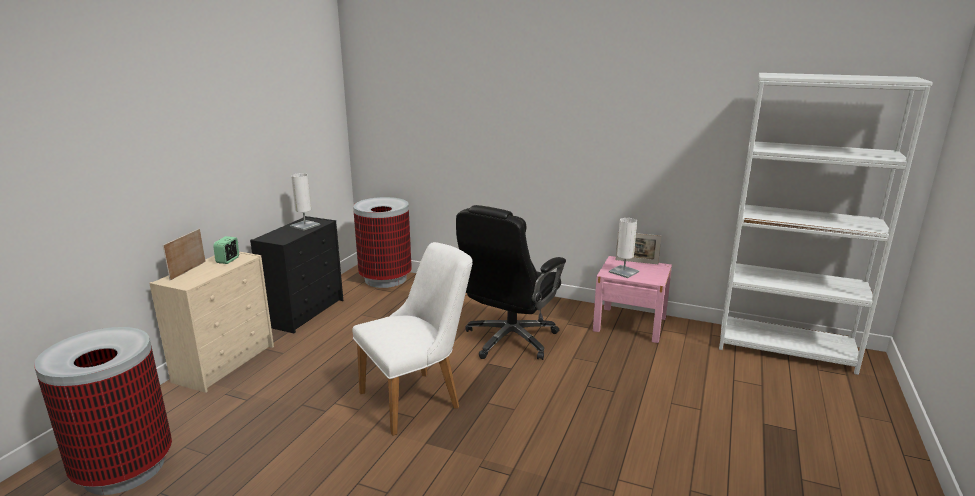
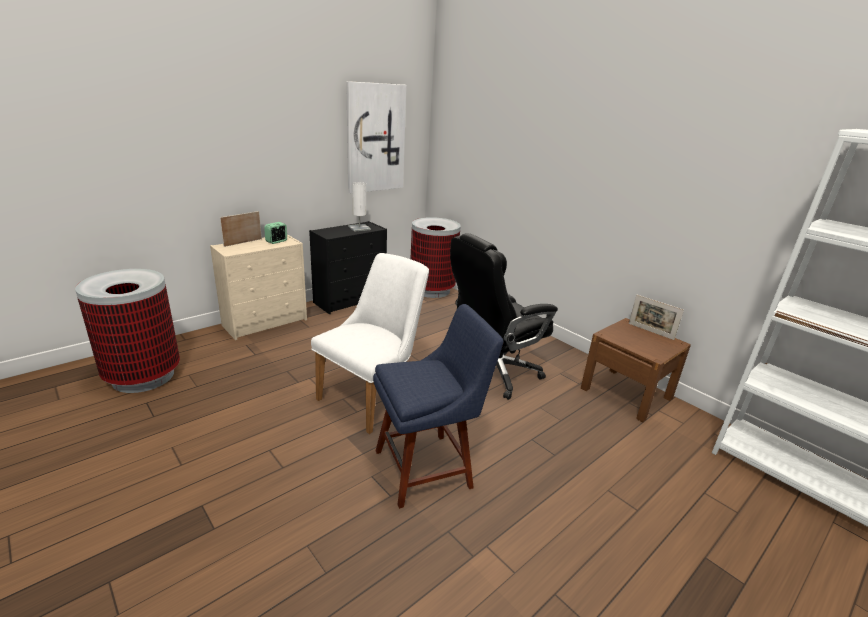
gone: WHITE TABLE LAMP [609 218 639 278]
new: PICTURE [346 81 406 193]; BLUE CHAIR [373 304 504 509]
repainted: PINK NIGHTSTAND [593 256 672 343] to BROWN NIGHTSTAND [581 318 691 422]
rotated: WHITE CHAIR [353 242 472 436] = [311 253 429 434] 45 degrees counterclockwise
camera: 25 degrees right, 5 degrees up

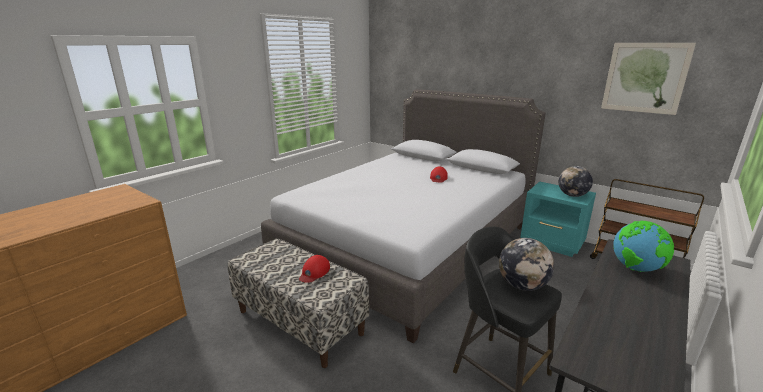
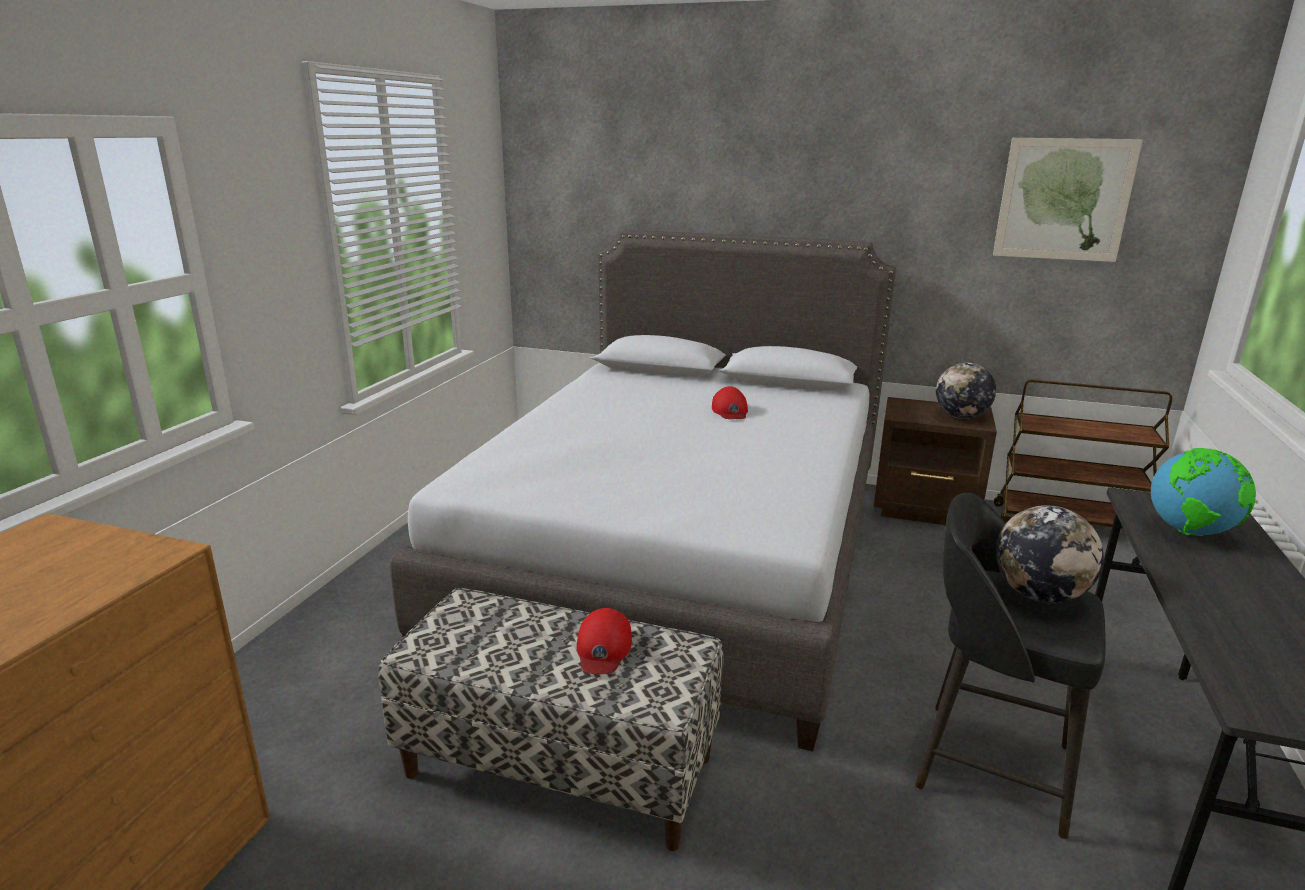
repainted: TURQUOISE NIGHTSTAND [520 181 596 257] to BROWN NIGHTSTAND [874 397 997 525]
camera: 20 degrees left, 0 degrees up

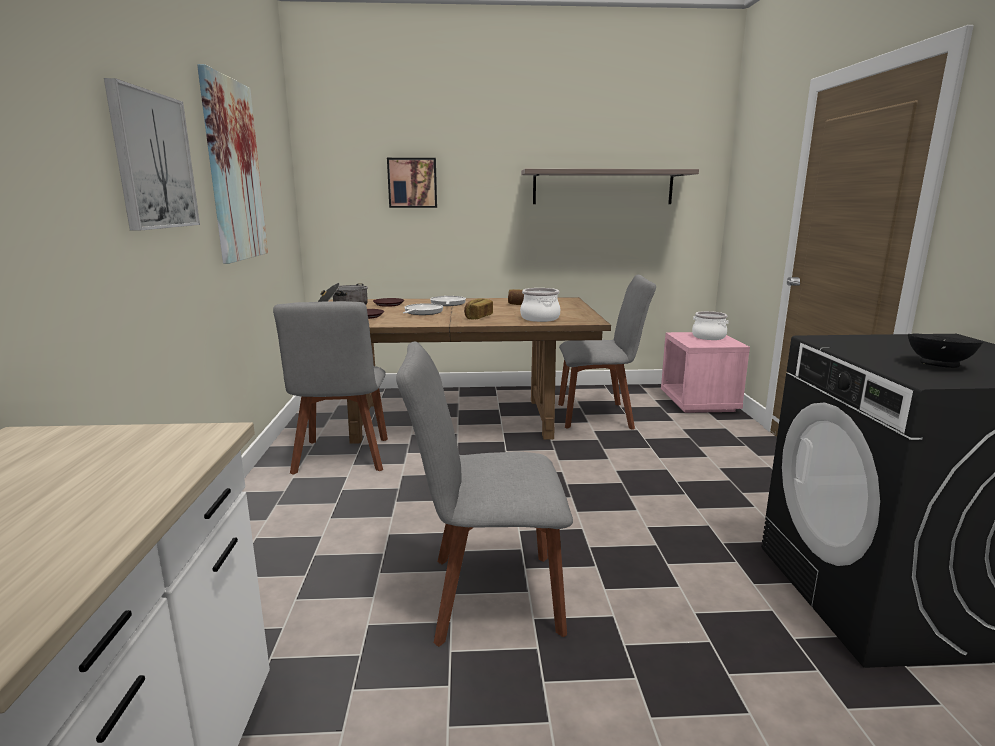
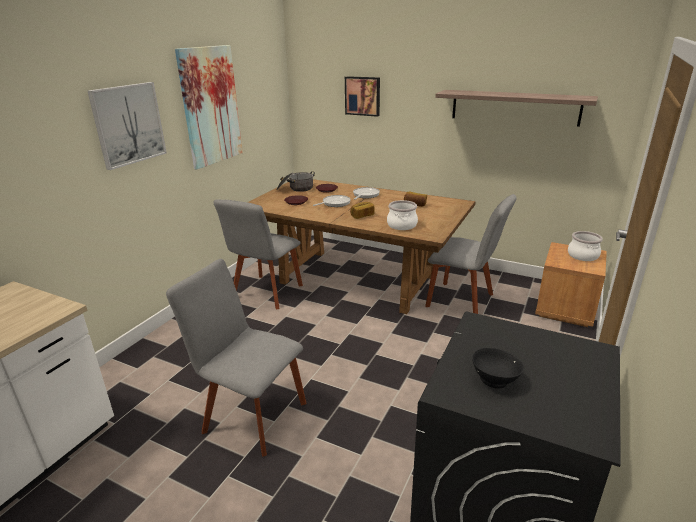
repainted: PINK NIGHTSTAND [661 332 750 413] to BROWN NIGHTSTAND [535 242 607 327]
camera: 30 degrees right, 10 degrees up

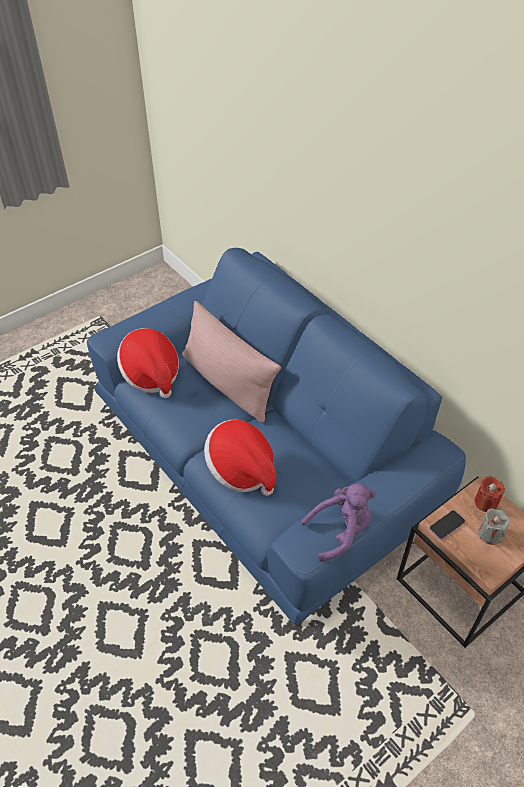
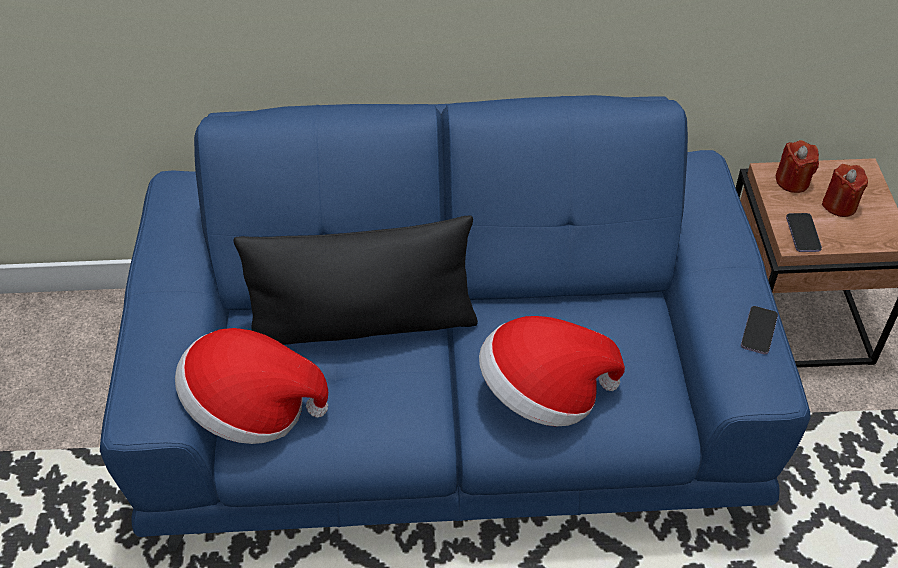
swapped: PURPLE PLUSH TOY [301 483 376 562] to PHONE [741 306 778 354]
repainted: PINK PILLOW [182 301 281 423] to BLACK PILLOW [233 215 478 345]; GREY CANDLE [478 508 510 545] to RED CANDLE [822 164 868 217]
camera: 55 degrees left, 0 degrees up

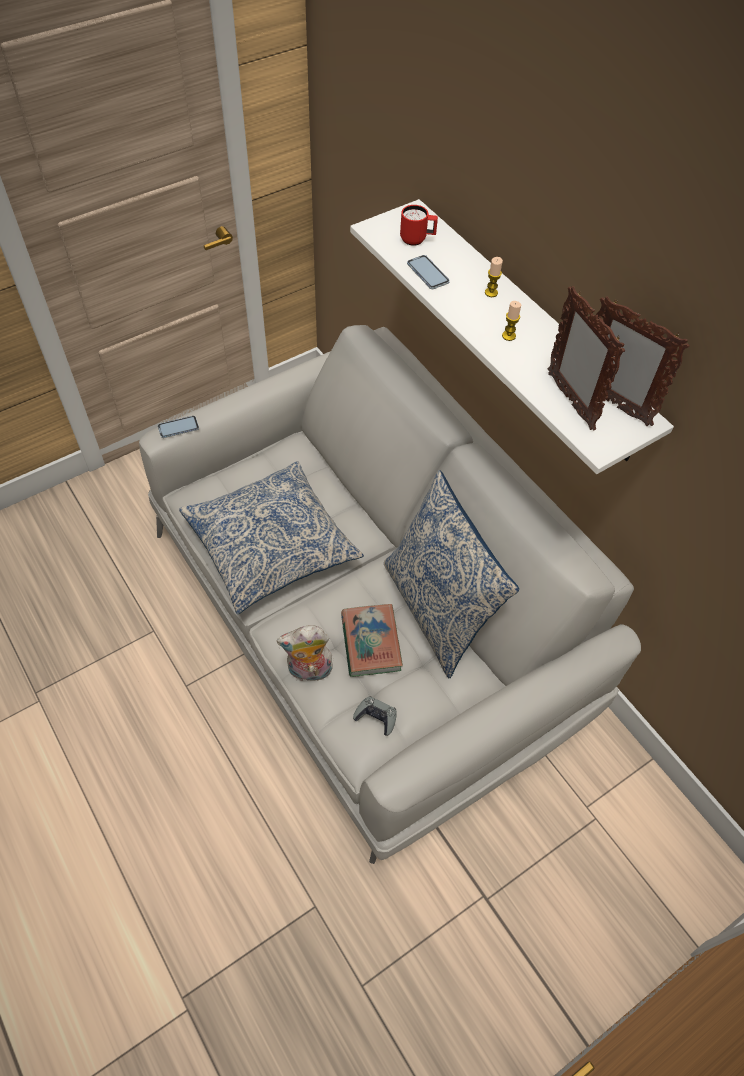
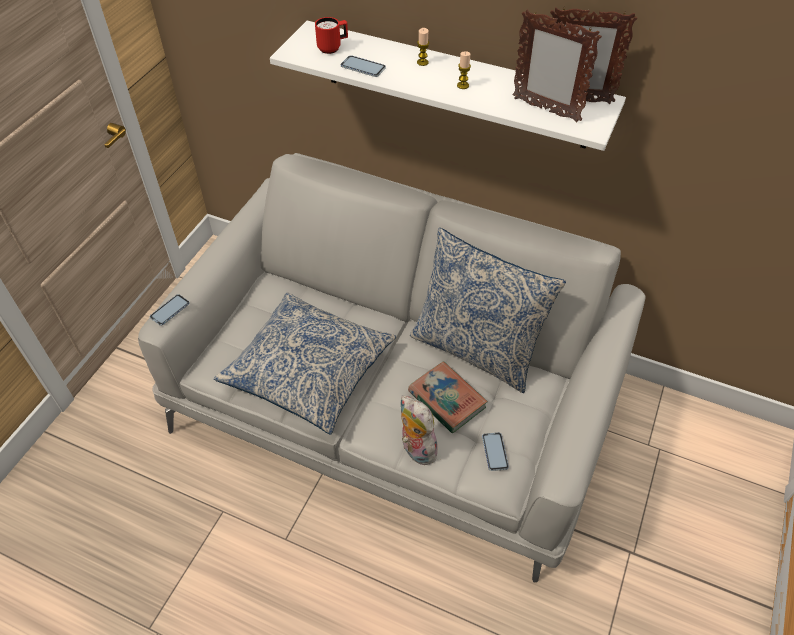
swapped: GREY GAME CONTROLLER [353 696 397 736] to PHONE [482 432 509 471]
rotated: PLUSH TOY [276 625 335 681] = [401 395 438 465] 90 degrees clockwise
camera: 30 degrees left, 5 degrees down

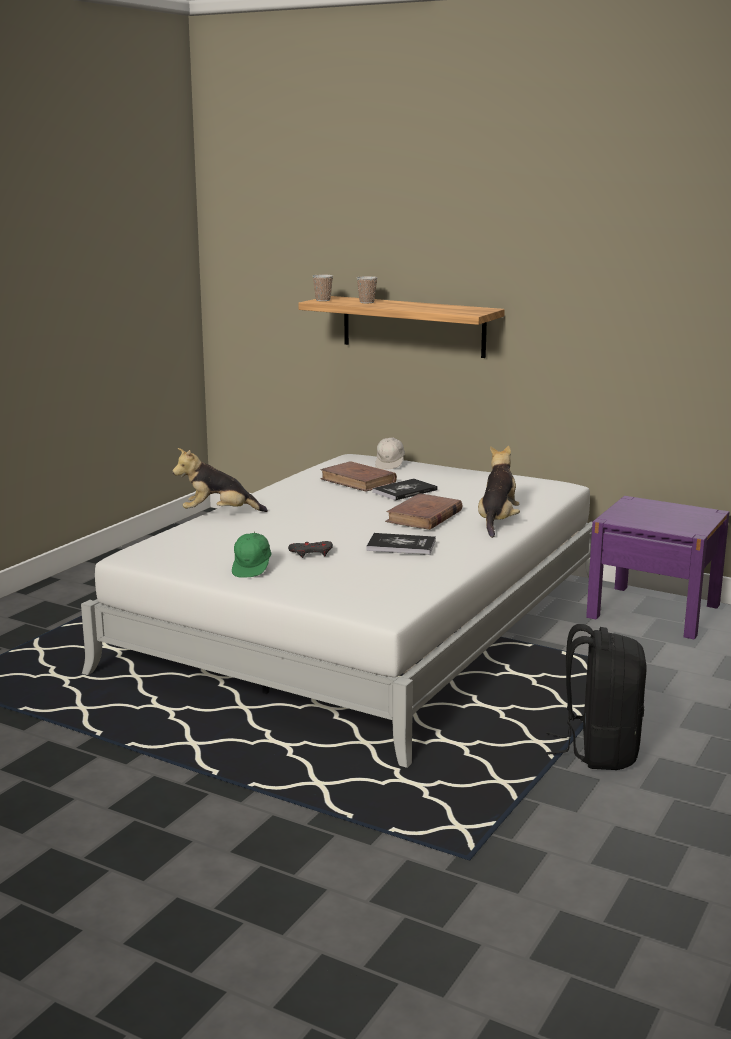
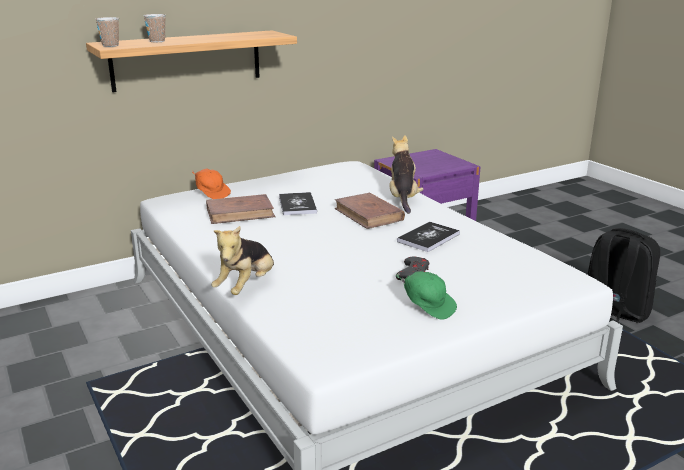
repainted: WHITE CAP [375 438 405 470] to ORANGE CAP [192 168 231 199]
rotated: PLUSH TOY [478 446 520 538] = [389 135 423 214] 45 degrees clockwise
camera: 60 degrees left, 5 degrees up

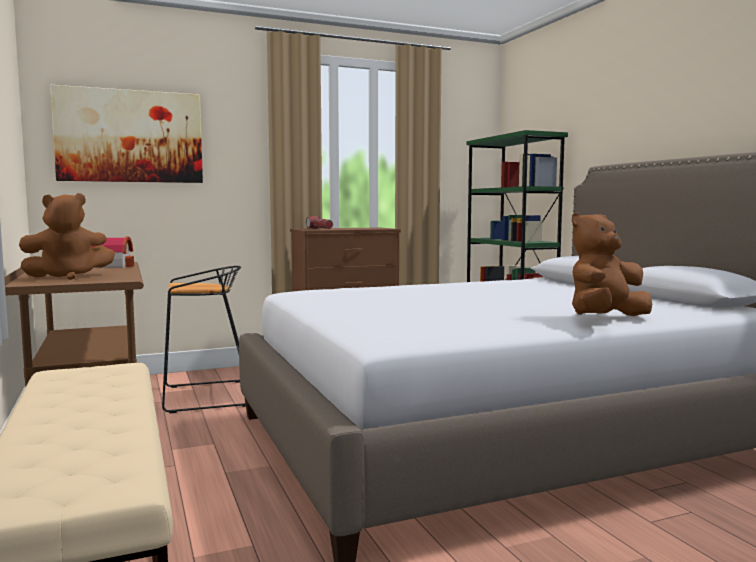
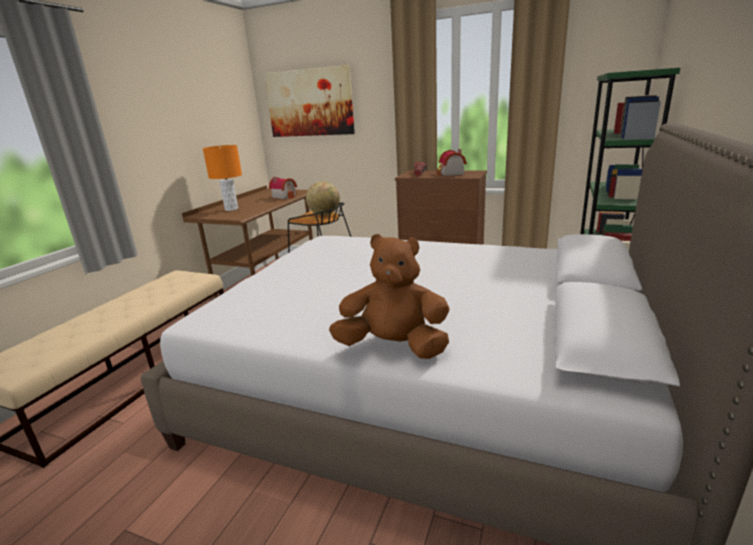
new: GLOBE [306 181 340 216]; TOY HOUSE [436 149 467 176]
swapped: BROWN PLUSH TOY [19 193 115 280] to ORANGE TABLE LAMP [203 145 242 211]
camera: 45 degrees right, 15 degrees up

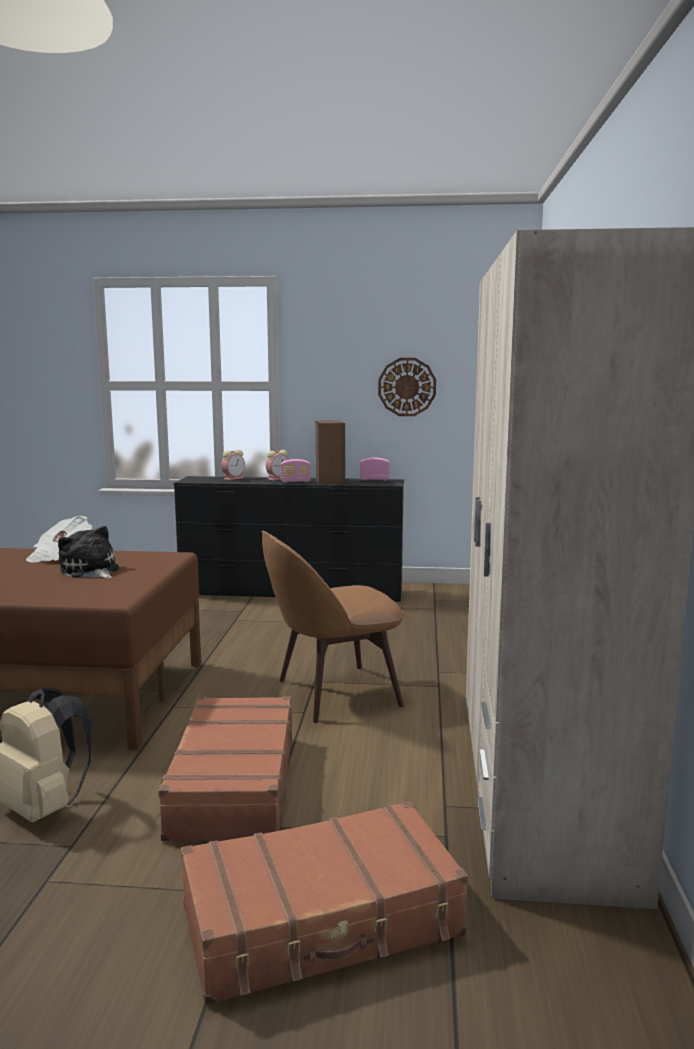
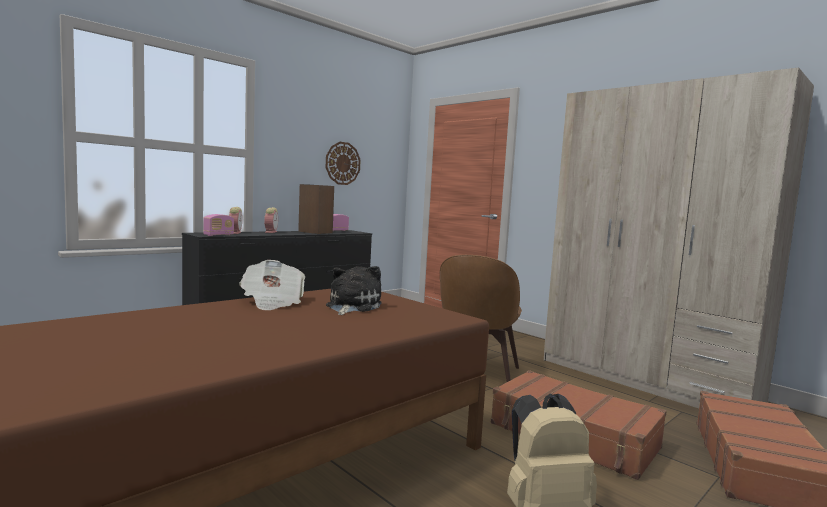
shifted: RADIO [281 459 311 483] to [203 214 234 236]
rotated: PLUSH TOY [58 526 119 579] = [326 266 382 315] 105 degrees clockwise
camera: 50 degrees left, 5 degrees down

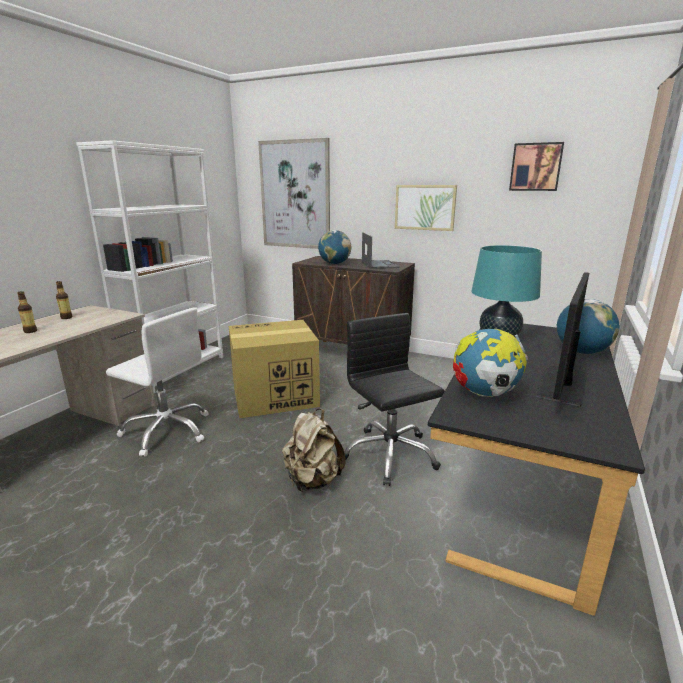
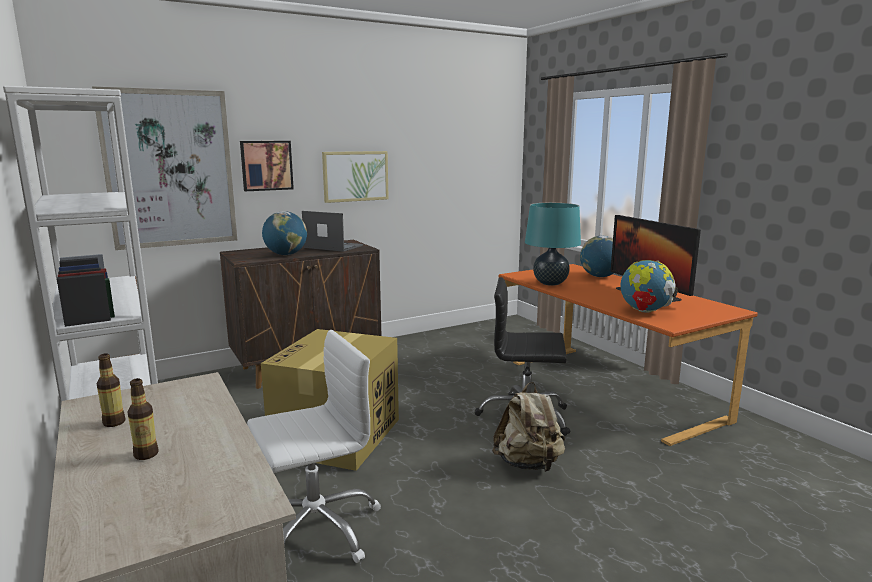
shifted: PICTURE [509 142 564 191] to [240 141 294 191]
repainted: BLACK DESK [428 324 645 616] to ORANGE DESK [499 264 758 446]
camera: 55 degrees left, 5 degrees down

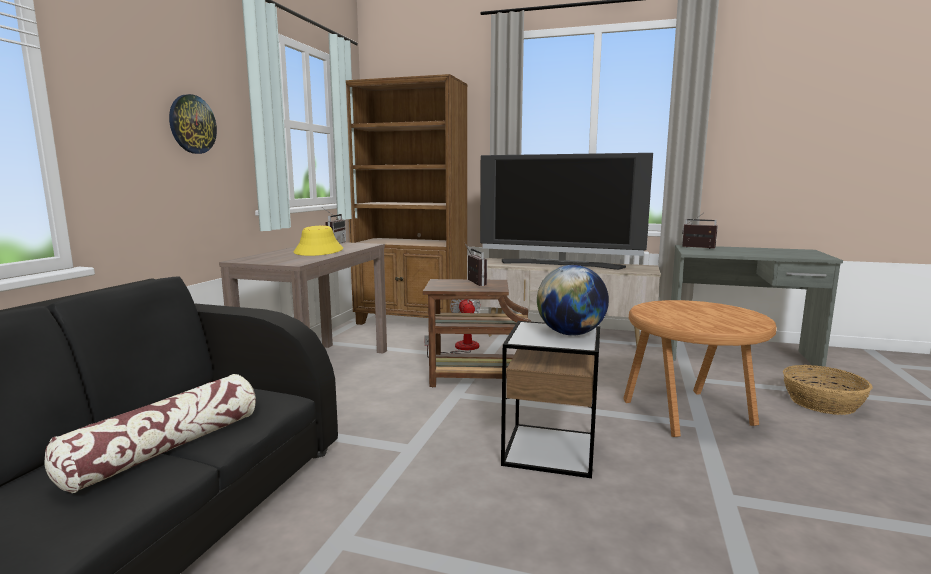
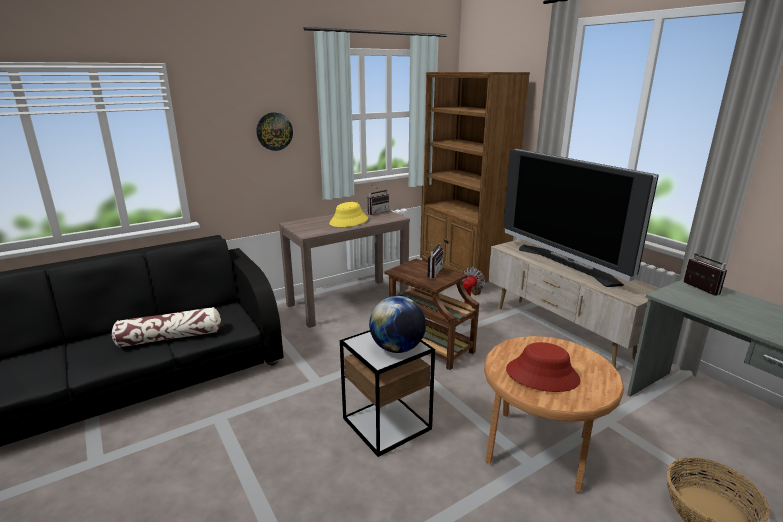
new: RED HAT [506 342 581 392]
camera: 40 degrees right, 10 degrees up

